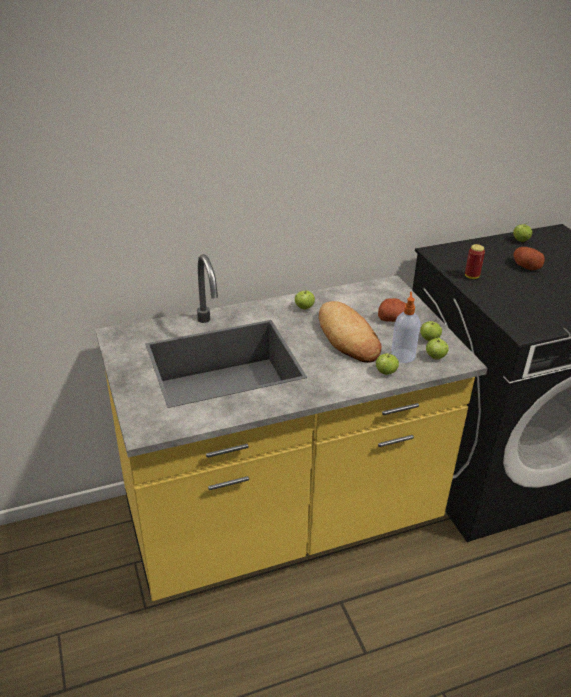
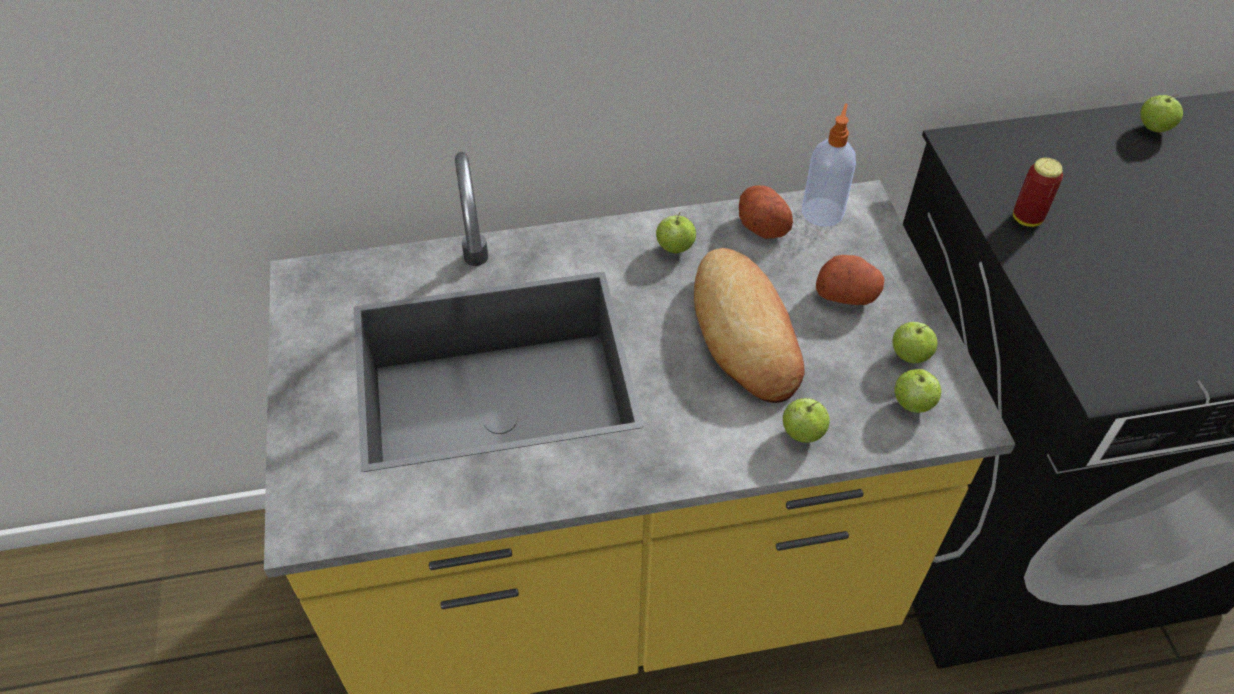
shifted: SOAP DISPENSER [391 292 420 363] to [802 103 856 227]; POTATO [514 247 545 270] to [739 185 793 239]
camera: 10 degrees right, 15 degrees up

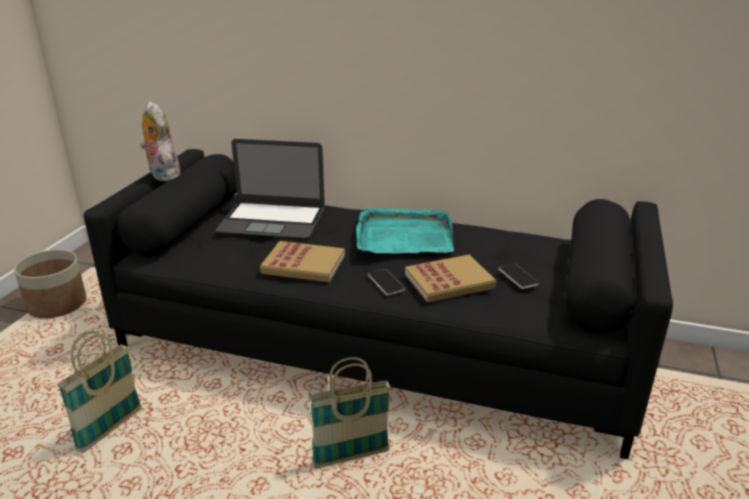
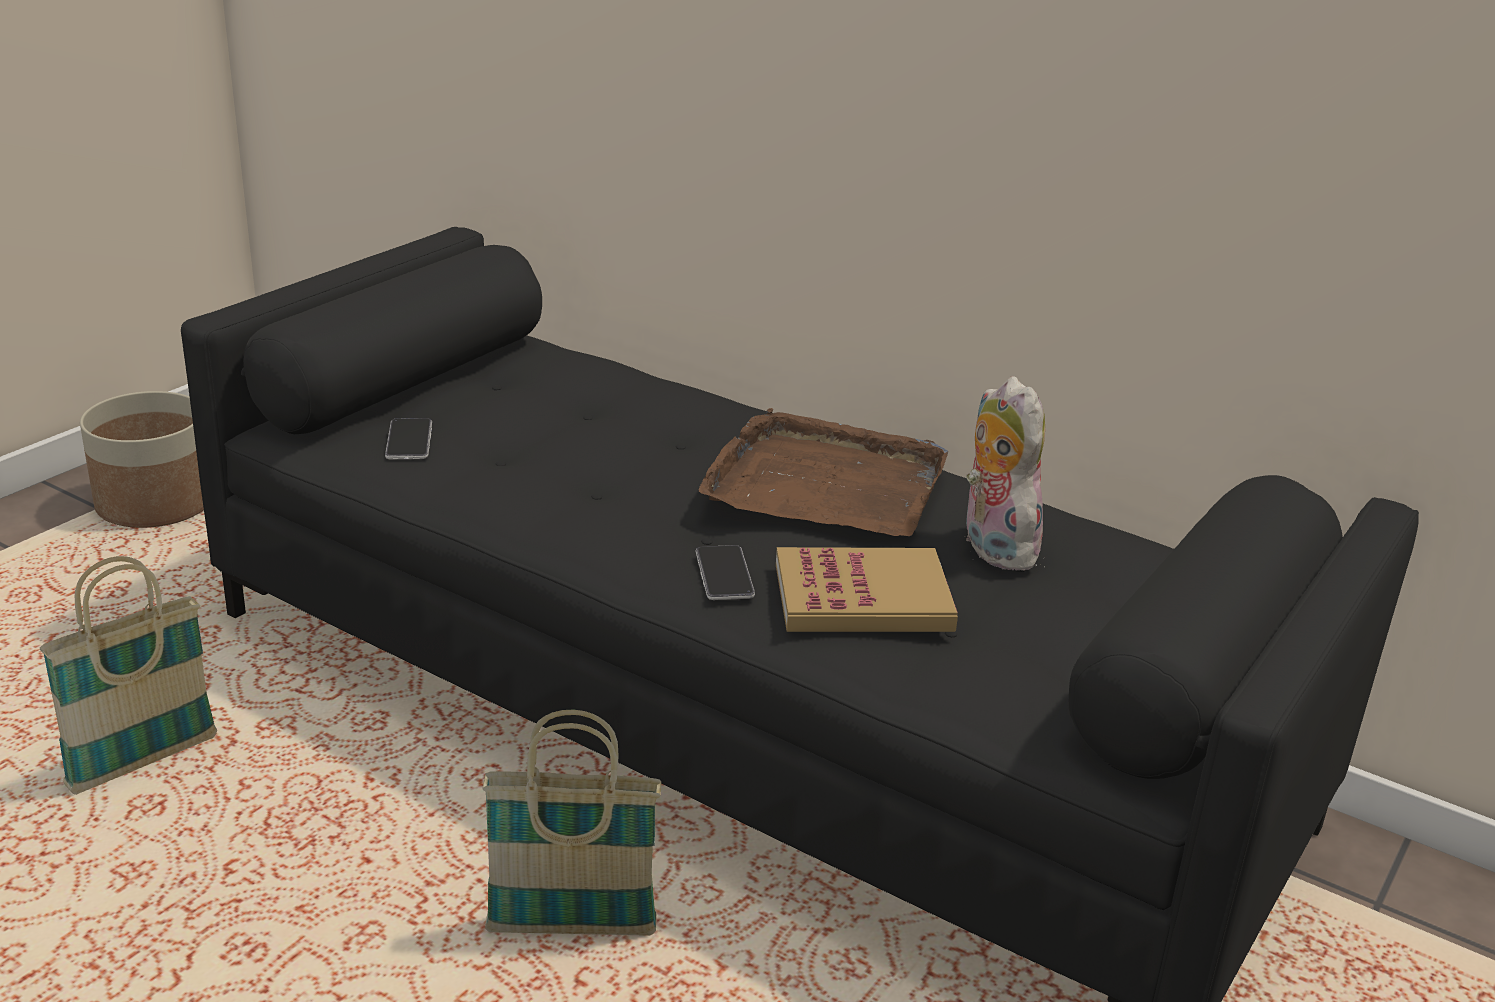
gone: LAPTOP [216 139 325 239]; BOOK [260 241 345 282]
shifted: PLUSH TOY [140 101 180 181] to [964 376 1045 571]; PHONE [498 264 539 289] to [385 418 432 459]
repainted: TURQUOISE TRAY [356 207 454 254] to BROWN TRAY [699 408 948 536]
camera: 15 degrees right, 0 degrees up

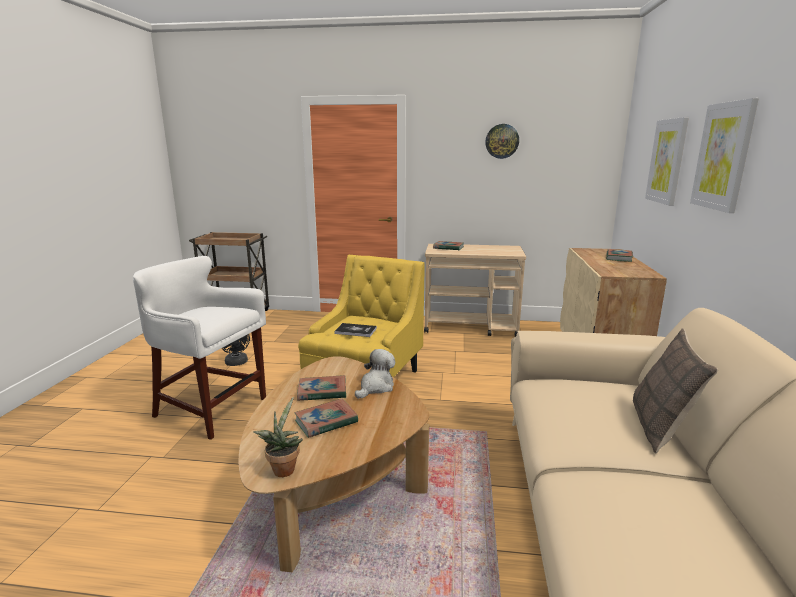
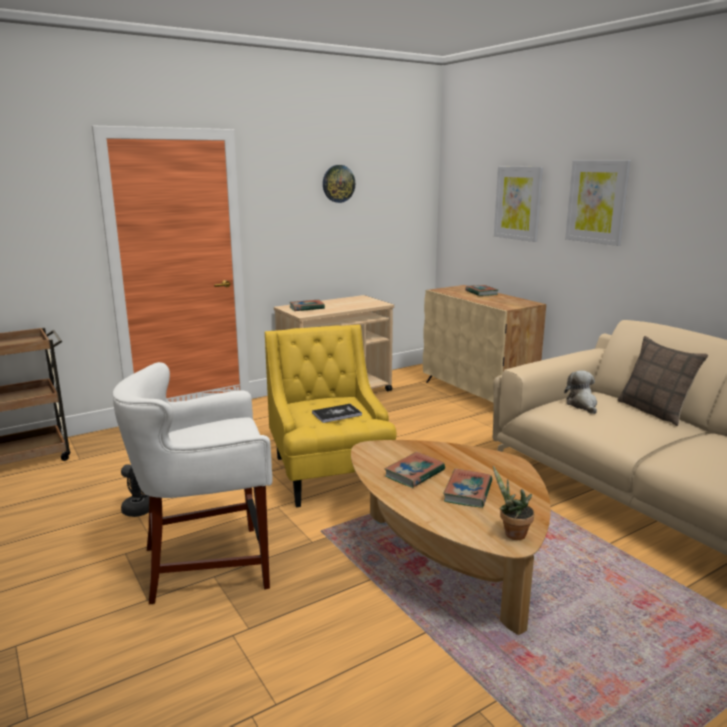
shifted: PLUSH TOY [355 349 395 399] to [564 371 597 414]
camera: 40 degrees left, 0 degrees up

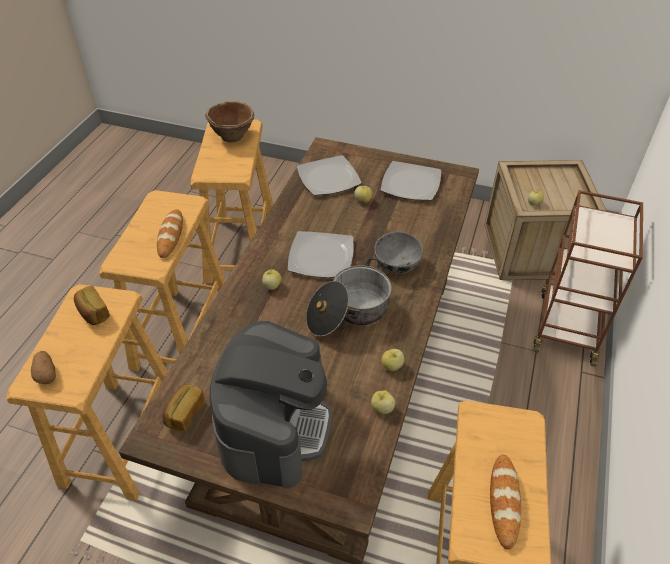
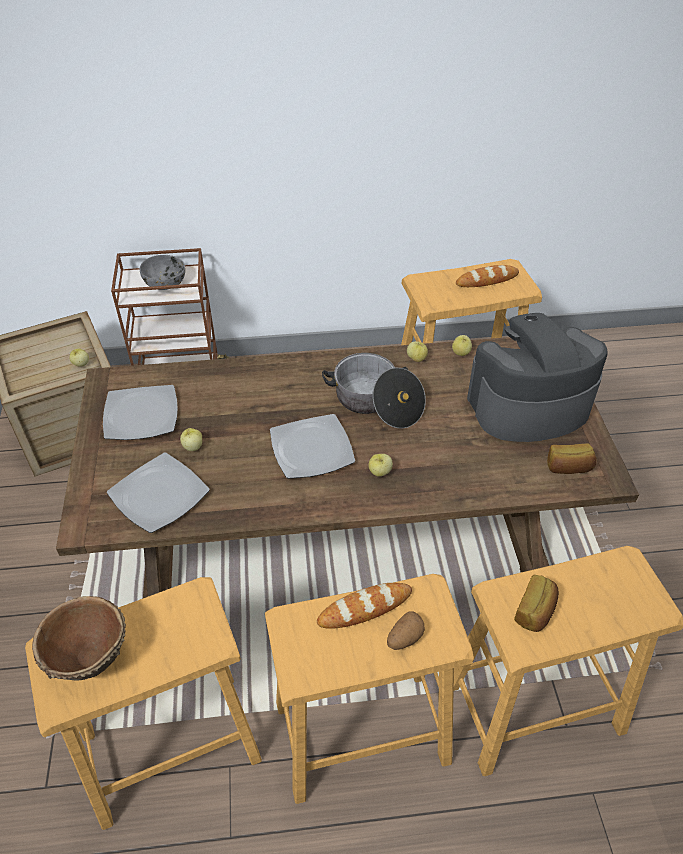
shifted: POTATO [31 351 56 384] to [387 611 425 650]; GREY BOWL [374 232 423 274] to [140 255 185 290]
camera: 115 degrees left, 0 degrees up

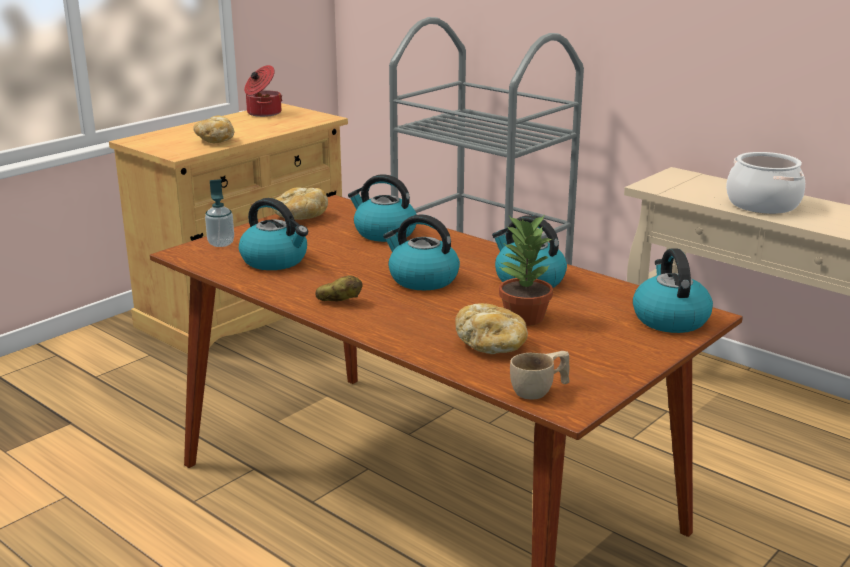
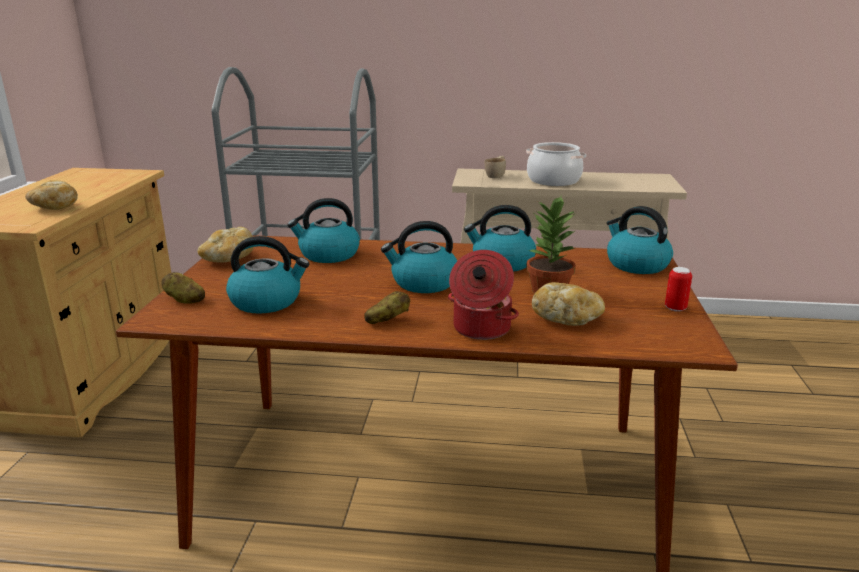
new: CAN [665 267 692 312]
shifted: COOKING POT [244 65 282 117] to [448 250 519 340]; BEIGE CUP [510 351 570 399] to [485 156 506 178]
swapped: SOAP DISPENSER [205 179 234 247] to POTATO [161 272 205 304]
camera: 35 degrees left, 0 degrees up

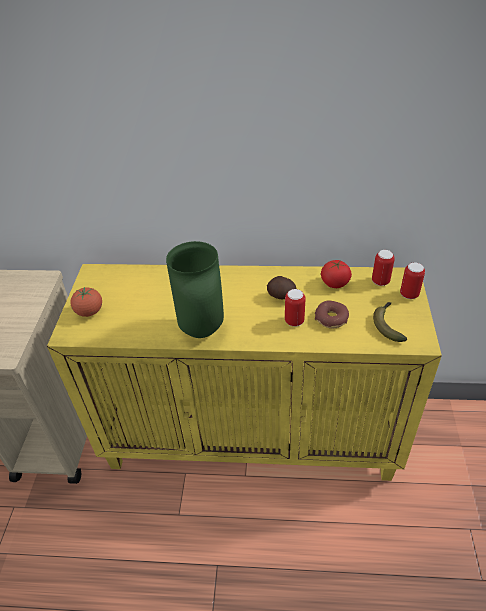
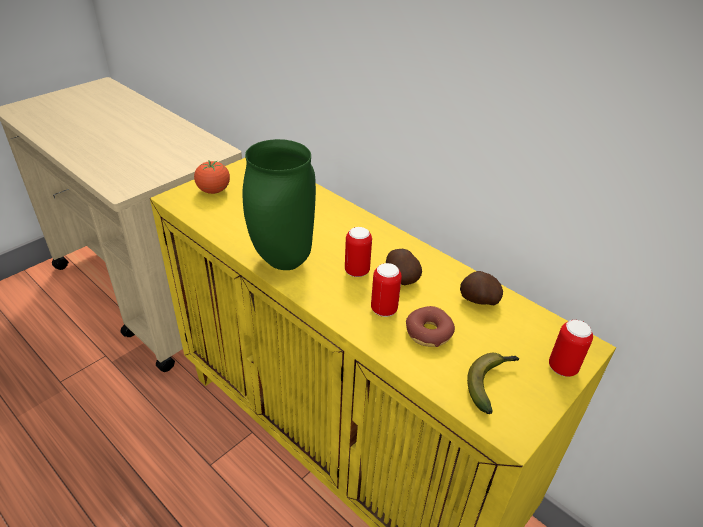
shifted: CAN [372 250 395 286] to [345 227 372 277]
swapped: TOMATO [321 260 352 288] to POTATO [460 271 503 305]
camera: 35 degrees right, 5 degrees down

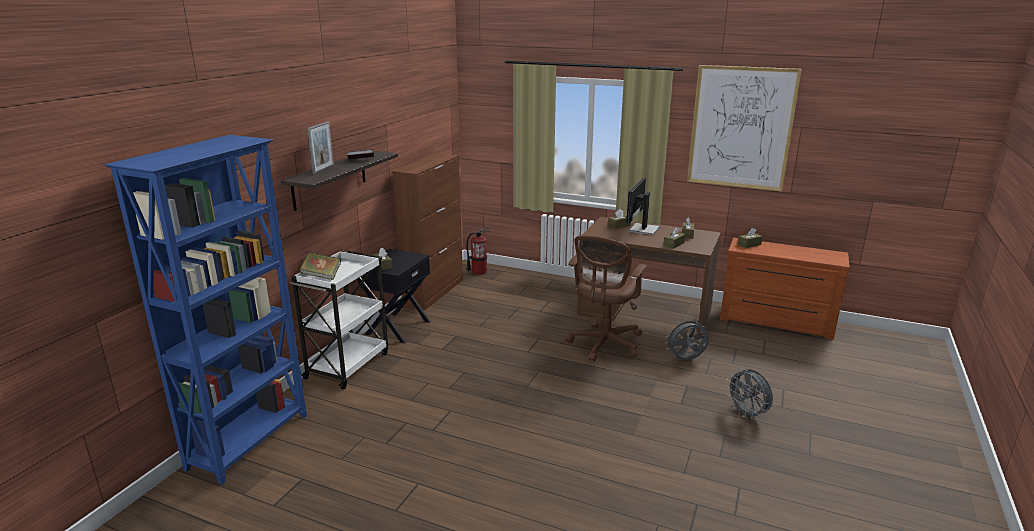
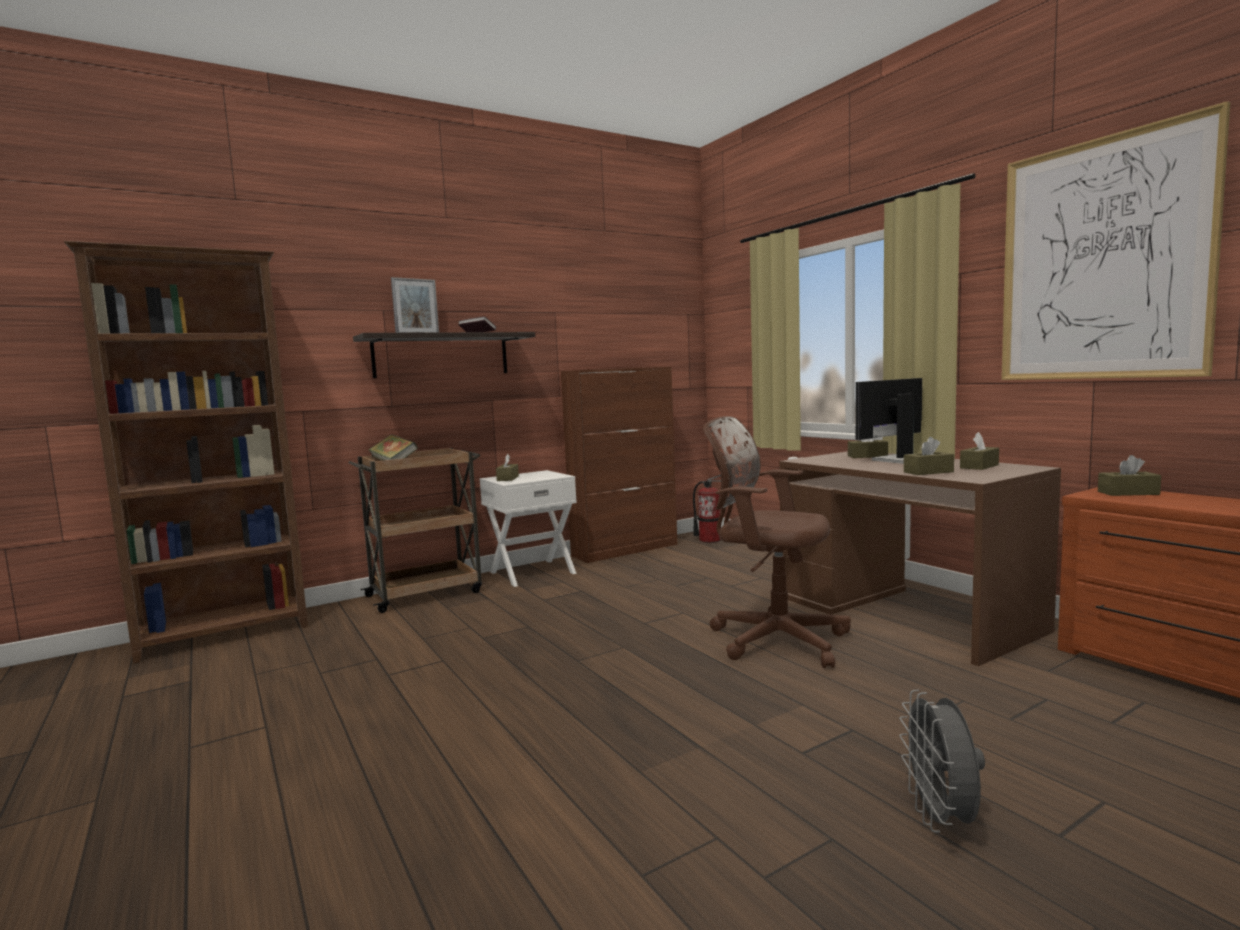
gone: GREY FAN [665 318 709 360]
repainted: BLUE BOOKCASE [105 135 307 485] to BROWN BOOKCASE [64 241 308 664]; WHITE CART [289 250 388 390] to BROWN CART [349 448 482 613]; BLACK NIGHTSTAND [357 249 431 343] to WHITE NIGHTSTAND [480 470 577 587]
rotated: BROWN OFFICE CHAIR [566 235 647 361] = [703 416 851 668] 60 degrees clockwise
camera: 35 degrees right, 15 degrees down

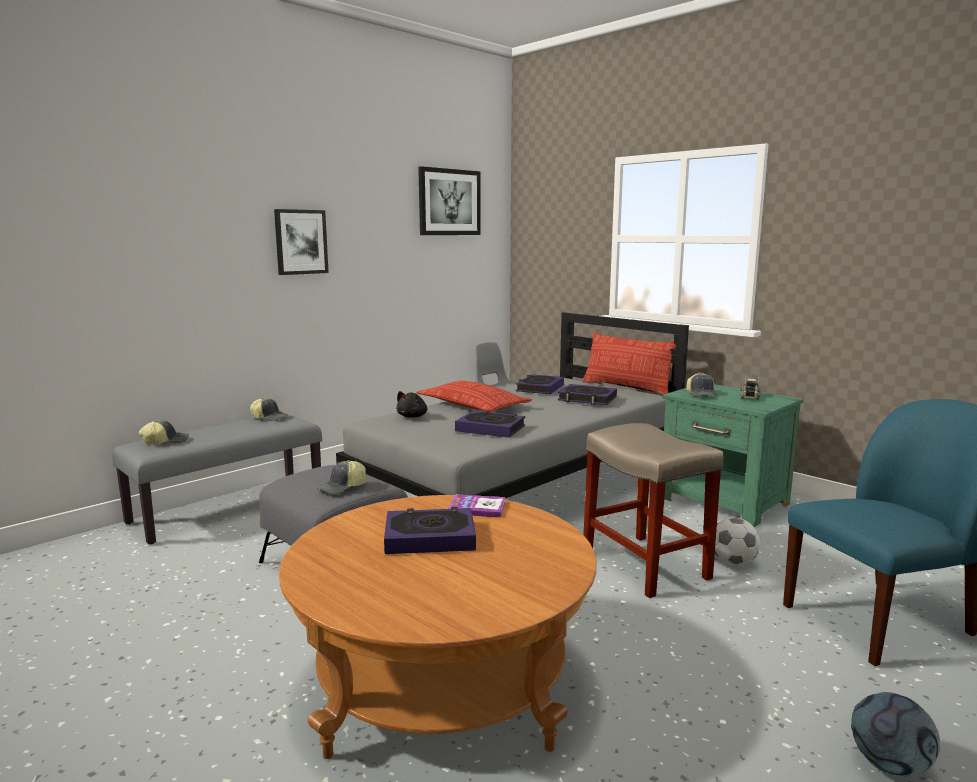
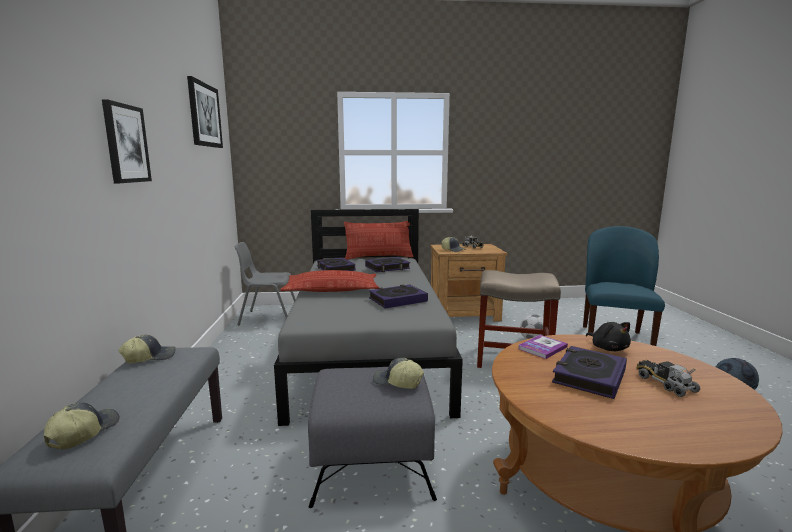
new: TOY TRUCK [636 360 700 397]
shifted: BLACK PLUSH TOY [396 391 427 418] to [586 322 631 351]
repainted: GREEN NIGHTSTAND [662 384 803 527] to BROWN NIGHTSTAND [430 244 508 322]
rotated: CAP [317 460 366 494] = [373 358 424 389] 120 degrees clockwise
camera: 50 degrees left, 0 degrees up

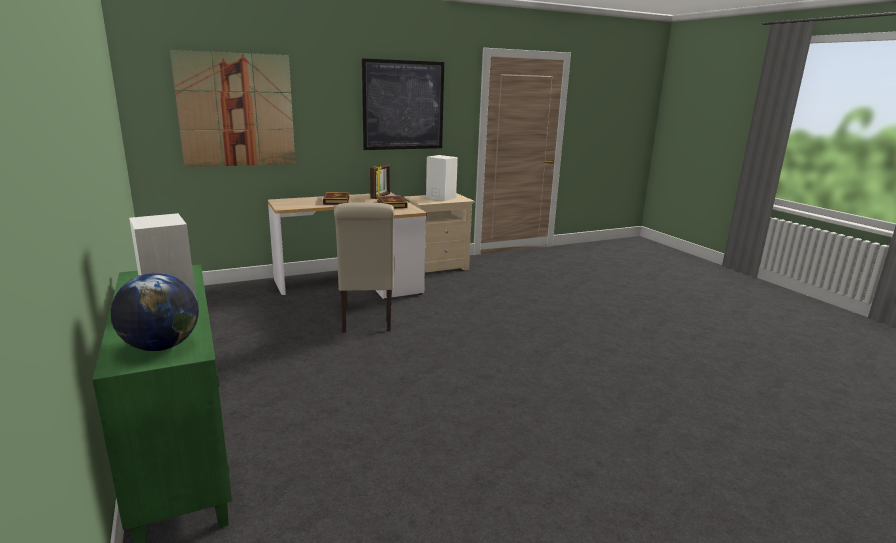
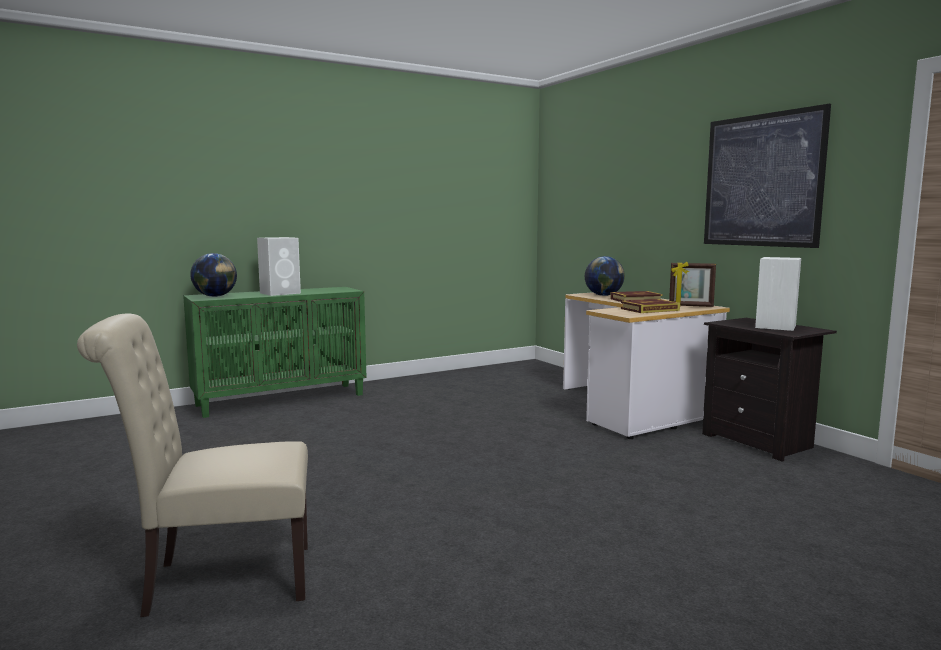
gone: PICTURE [170 50 295 167]
new: GLOBE [585 256 625 296]
shifted: BEIGE CHAIR [334 202 395 332] to [77 314 308 617]
repainted: BEIGE NIGHTSTAND [404 193 475 273] to BLACK NIGHTSTAND [702 318 837 461]
camera: 85 degrees right, 10 degrees down

